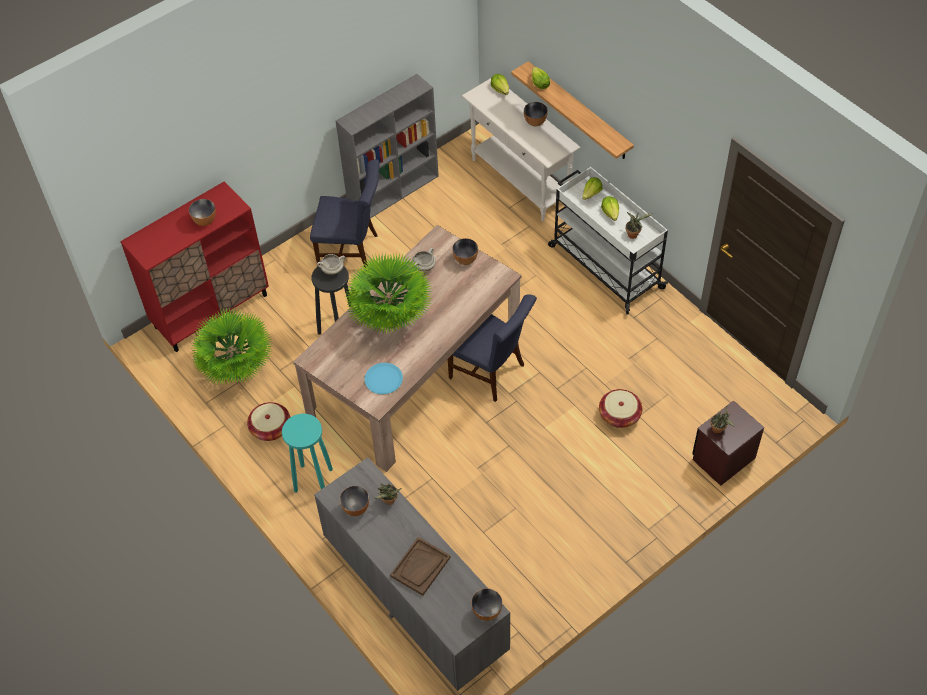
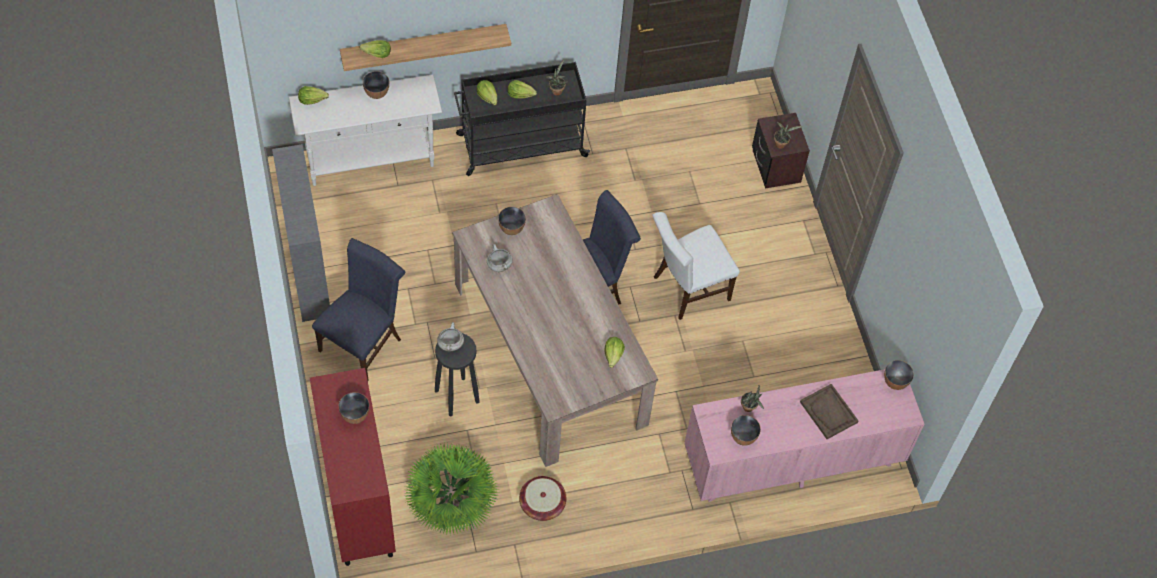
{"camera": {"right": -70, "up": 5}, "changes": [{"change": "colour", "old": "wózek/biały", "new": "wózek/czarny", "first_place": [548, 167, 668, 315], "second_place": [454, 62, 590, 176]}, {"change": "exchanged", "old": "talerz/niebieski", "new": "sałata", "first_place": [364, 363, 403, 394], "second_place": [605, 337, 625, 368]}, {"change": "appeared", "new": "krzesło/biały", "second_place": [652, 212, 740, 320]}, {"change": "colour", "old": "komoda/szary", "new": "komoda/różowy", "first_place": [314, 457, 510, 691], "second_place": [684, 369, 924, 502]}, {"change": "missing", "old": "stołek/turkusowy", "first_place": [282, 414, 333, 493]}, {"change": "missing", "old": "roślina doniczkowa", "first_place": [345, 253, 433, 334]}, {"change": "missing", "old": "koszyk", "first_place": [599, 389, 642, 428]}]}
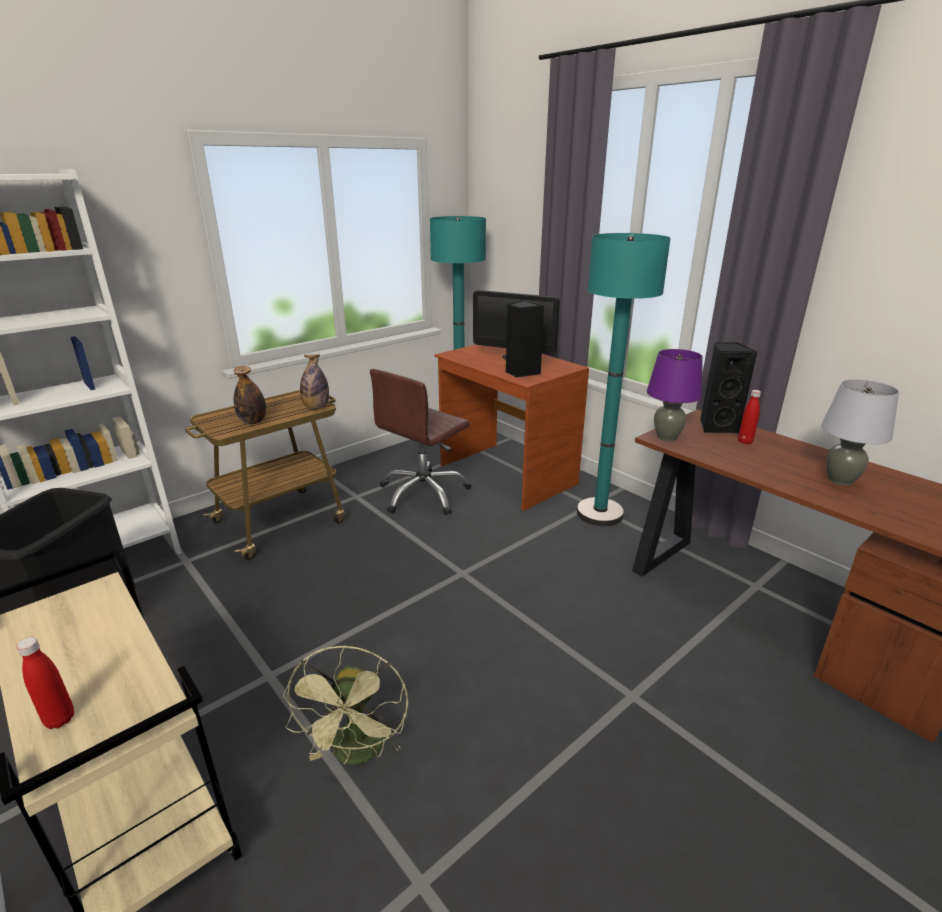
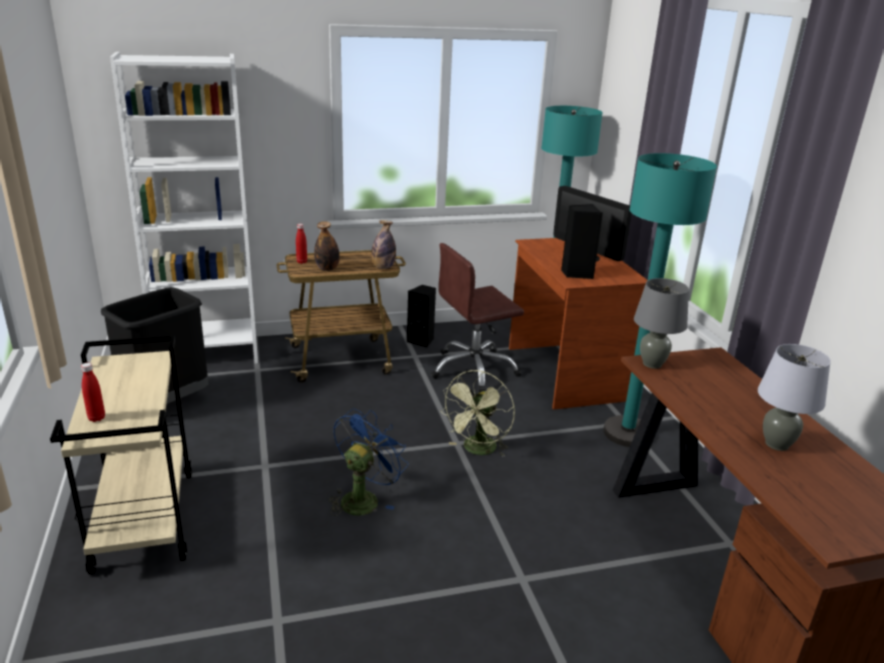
{"camera": {"right": 25, "up": 0}, "changes": [{"change": "relocated", "old": "butelka/czerwony", "first_place": [738, 390, 761, 444], "second_place": [296, 224, 307, 264]}, {"change": "appeared", "new": "wentylator/niebieski", "second_place": [329, 408, 408, 516]}, {"change": "relocated", "old": "głośnik/czarny", "first_place": [700, 343, 757, 434], "second_place": [407, 285, 436, 348]}, {"change": "relocated", "old": "wentylator/zielony", "first_place": [283, 645, 408, 765], "second_place": [440, 370, 515, 457]}, {"change": "colour", "old": "lampa stołowa/fioletowy", "new": "lampa stołowa/szary", "first_place": [647, 349, 703, 441], "second_place": [634, 278, 689, 369]}]}
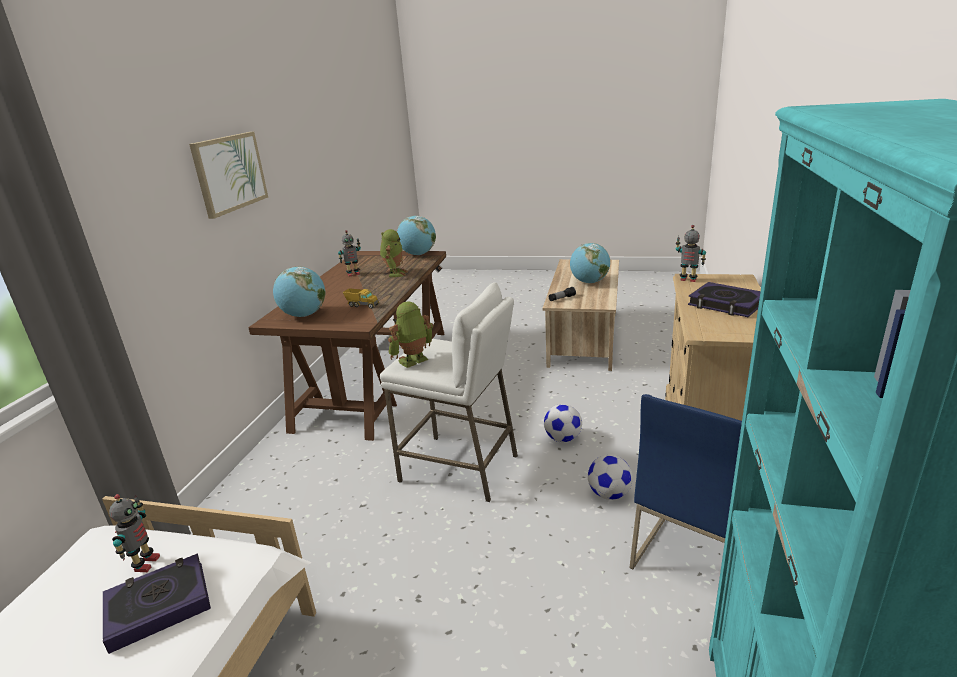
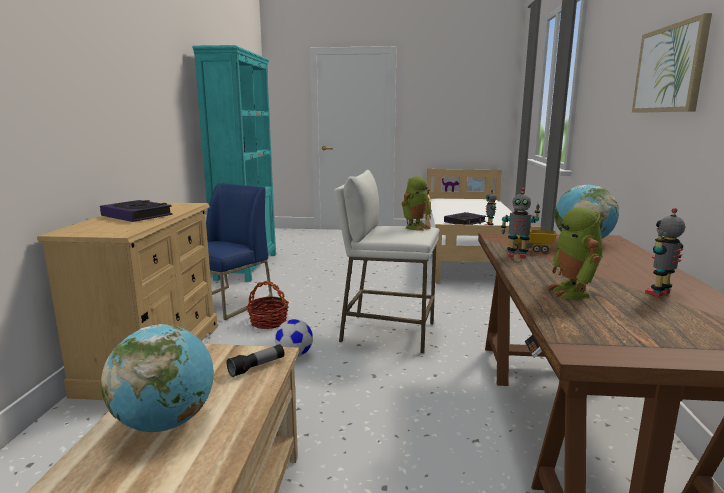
{"camera": {"right": 170, "up": -10}, "changes": [{"change": "exchanged", "old": "piłka futbolowa", "new": "koszyk", "first_place": [588, 455, 633, 500], "second_place": [246, 281, 289, 329]}, {"change": "relocated", "old": "robot zabawkowy", "first_place": [675, 225, 706, 282], "second_place": [501, 188, 540, 258]}, {"change": "missing", "old": "globus", "first_place": [397, 216, 436, 255]}]}
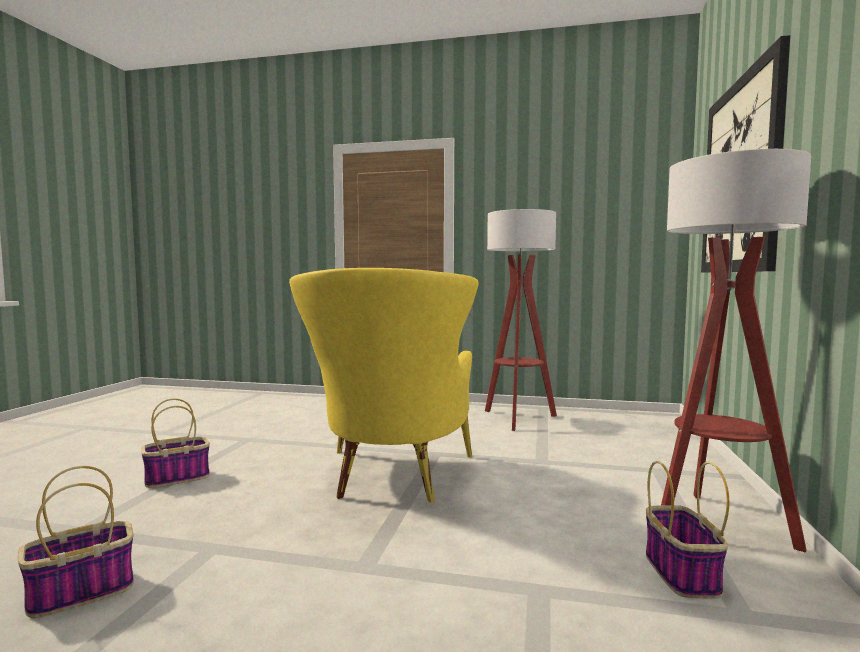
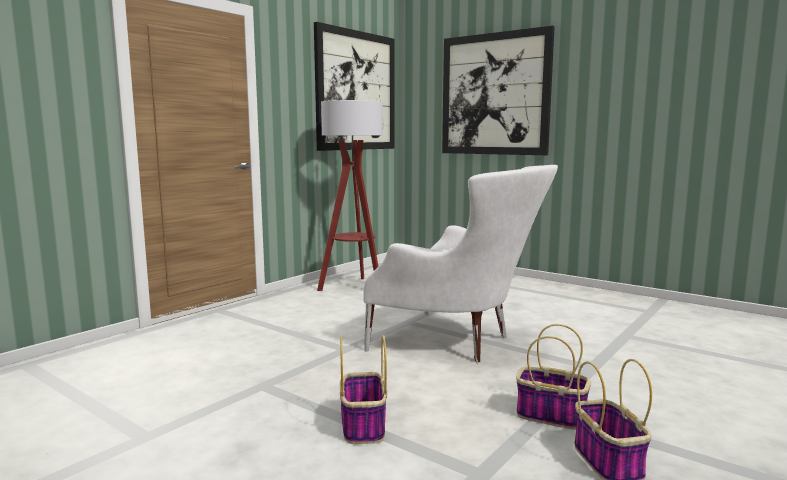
{"camera": {"right": -65, "up": 5}, "changes": [{"change": "appeared", "new": "obraz", "second_place": [314, 22, 394, 151]}, {"change": "colour", "old": "fotel/żółty", "new": "fotel/biały", "first_place": [289, 268, 479, 503], "second_place": [363, 165, 558, 362]}, {"change": "relocated", "old": "koszyk", "first_place": [646, 461, 729, 598], "second_place": [516, 324, 591, 430]}, {"change": "missing", "old": "lampa stojąca", "first_place": [661, 149, 811, 552]}]}
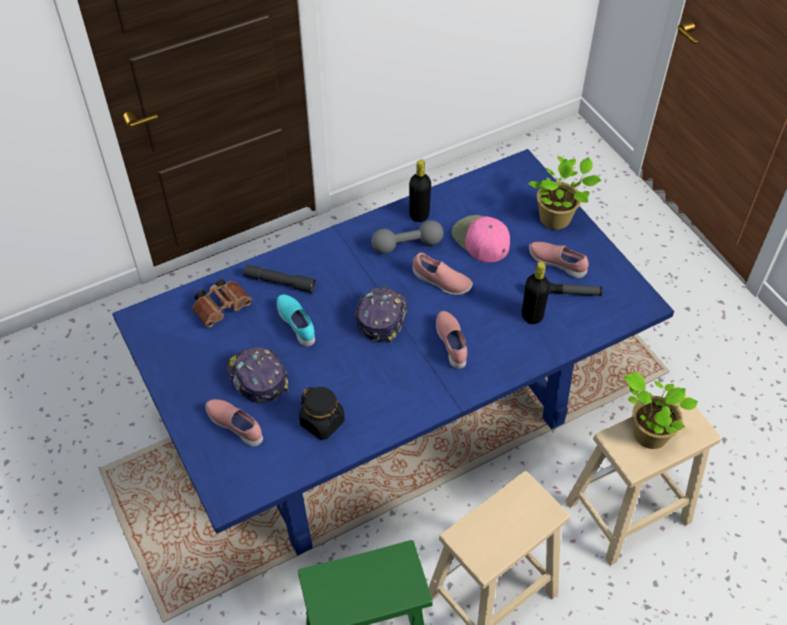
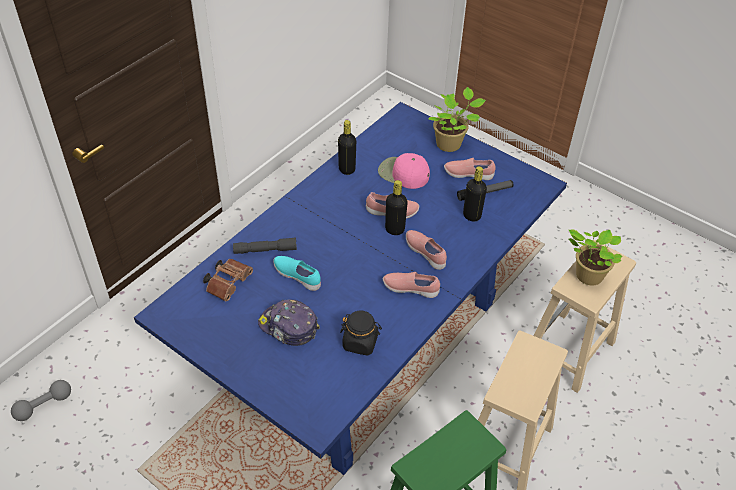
{"camera": {"right": -25, "up": -5}, "changes": [{"change": "relocated", "old": "hantel/szary", "first_place": [371, 220, 443, 254], "second_place": [11, 380, 71, 421]}, {"change": "relocated", "old": "but/różowy", "first_place": [205, 399, 263, 447], "second_place": [383, 272, 440, 298]}, {"change": "appeared", "new": "butelka/czarny", "second_place": [385, 180, 408, 235]}, {"change": "missing", "old": "czapka z daszkiem", "first_place": [355, 286, 407, 343]}]}
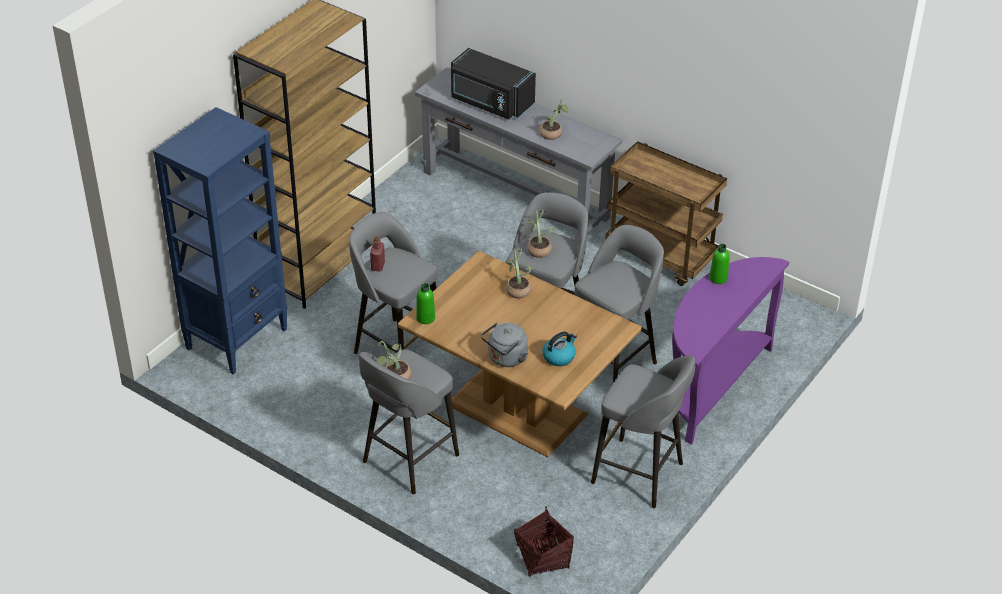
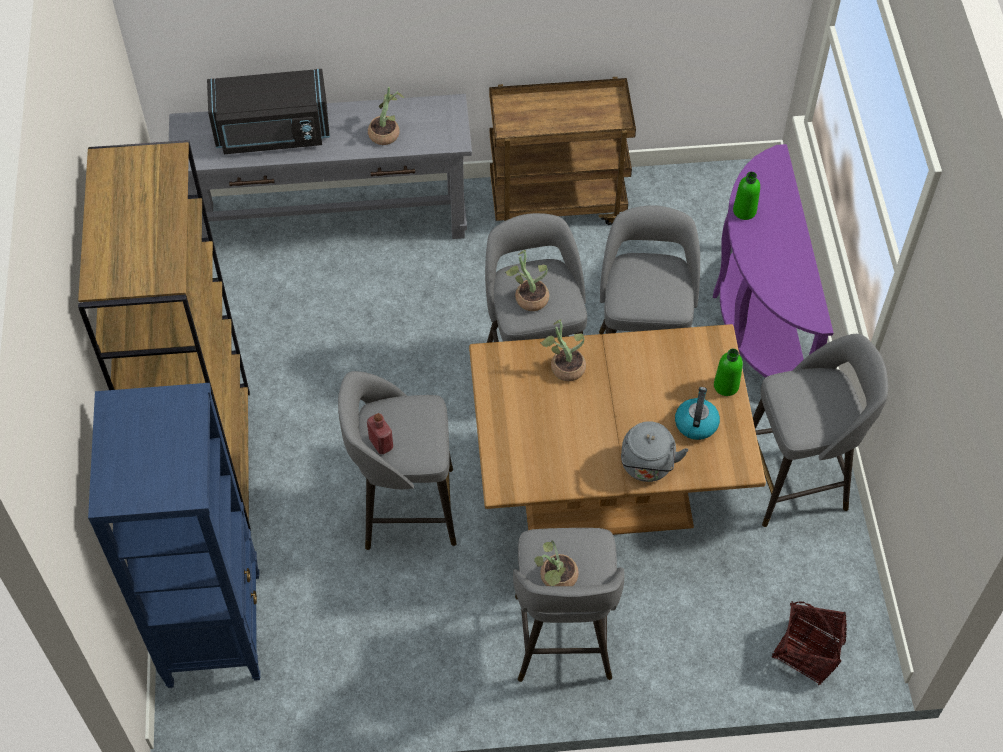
{"camera": {"right": -40, "up": 15}, "changes": [{"change": "relocated", "old": "butelka/zielony", "first_place": [416, 283, 435, 324], "second_place": [714, 349, 743, 396]}]}
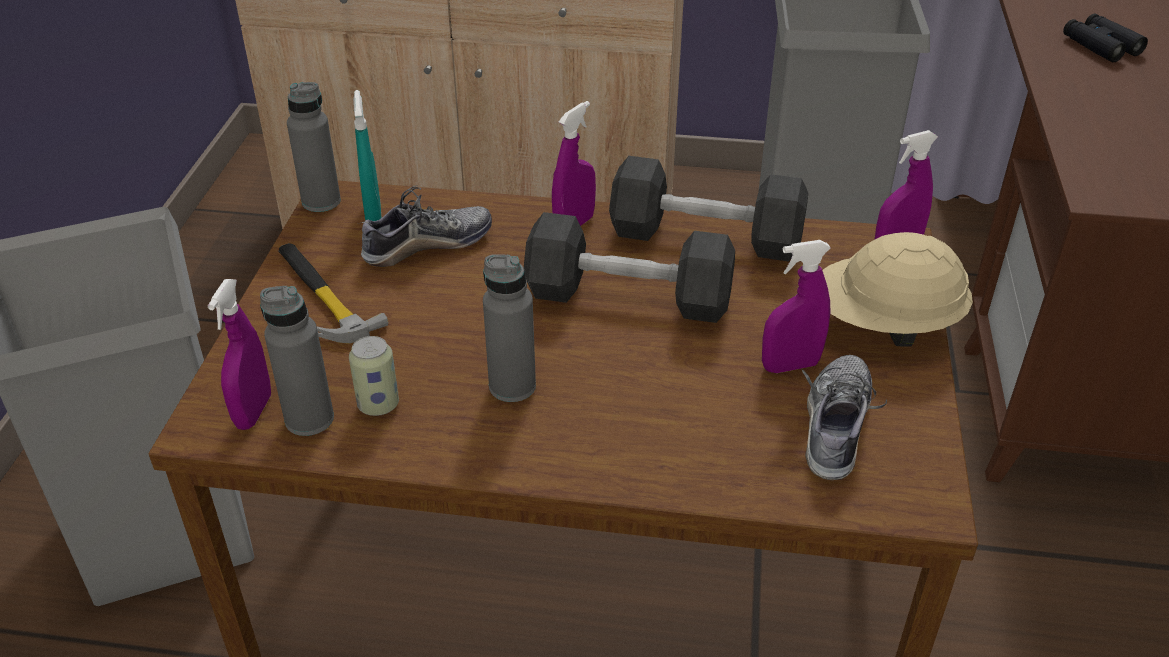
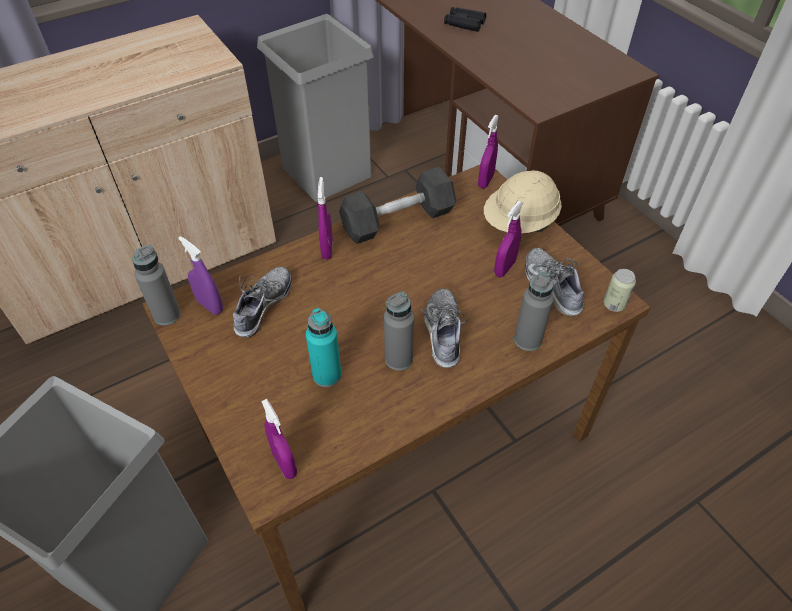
{"camera": {"right": -40, "up": 10}, "changes": [{"change": "colour", "old": "spryskiwacz/turkusowy", "new": "spryskiwacz/fioletowy", "first_place": [353, 90, 382, 221], "second_place": [178, 236, 223, 315]}, {"change": "appeared", "new": "butelka/turkusowy", "second_place": [306, 308, 342, 387]}, {"change": "appeared", "new": "but", "second_place": [420, 288, 470, 368]}, {"change": "relocated", "old": "butelka/szary", "first_place": [260, 286, 334, 436], "second_place": [514, 272, 554, 351]}, {"change": "relocated", "old": "puszka", "first_place": [349, 336, 399, 416], "second_place": [604, 269, 636, 312]}, {"change": "missing", "old": "młotek", "first_place": [278, 243, 388, 344]}, {"change": "missing", "old": "hantel/czarny", "first_place": [524, 212, 735, 323]}]}
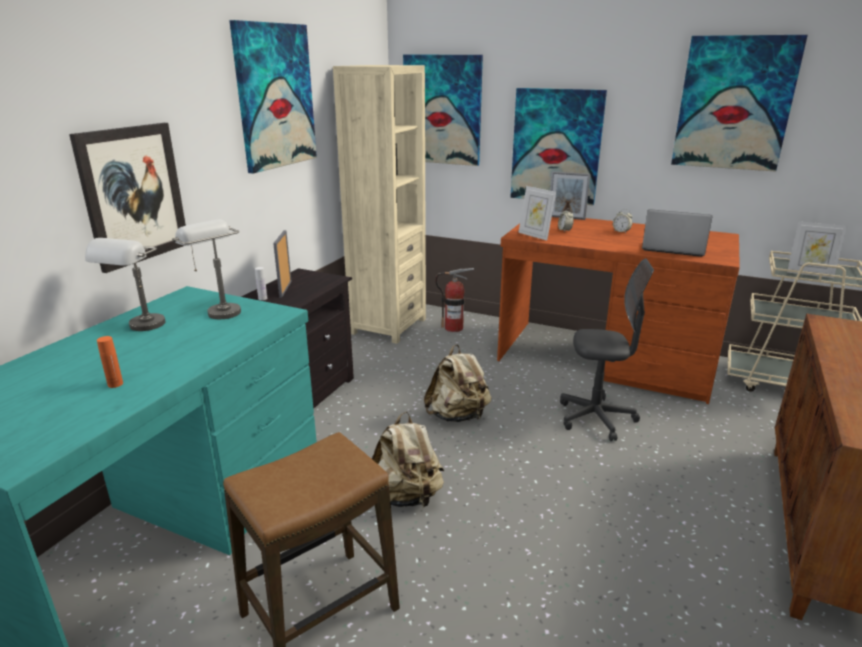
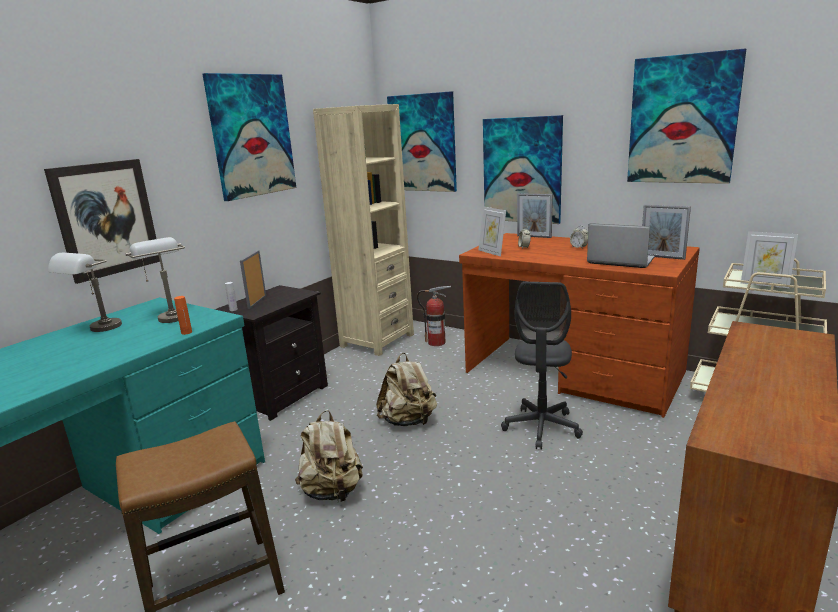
{"camera": {"right": 10, "up": -5}, "changes": [{"change": "relocated", "old": "butelka/pomarańczowy", "first_place": [97, 336, 123, 388], "second_place": [174, 296, 192, 335]}, {"change": "spun", "old": "krzesło biurowe/szary", "first_place": [560, 259, 654, 441], "second_place": [501, 282, 583, 450], "degrees": 90}, {"change": "appeared", "new": "ramka na zdjęcie", "second_place": [642, 205, 691, 260]}]}
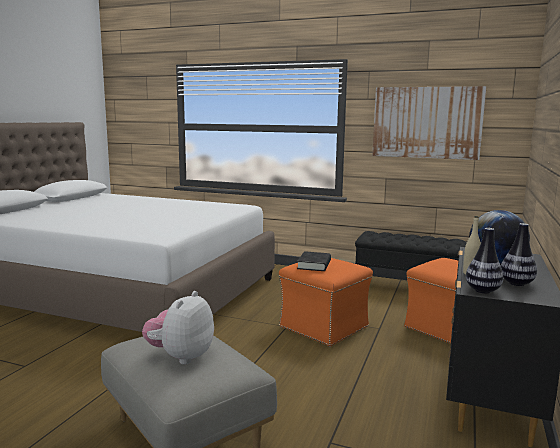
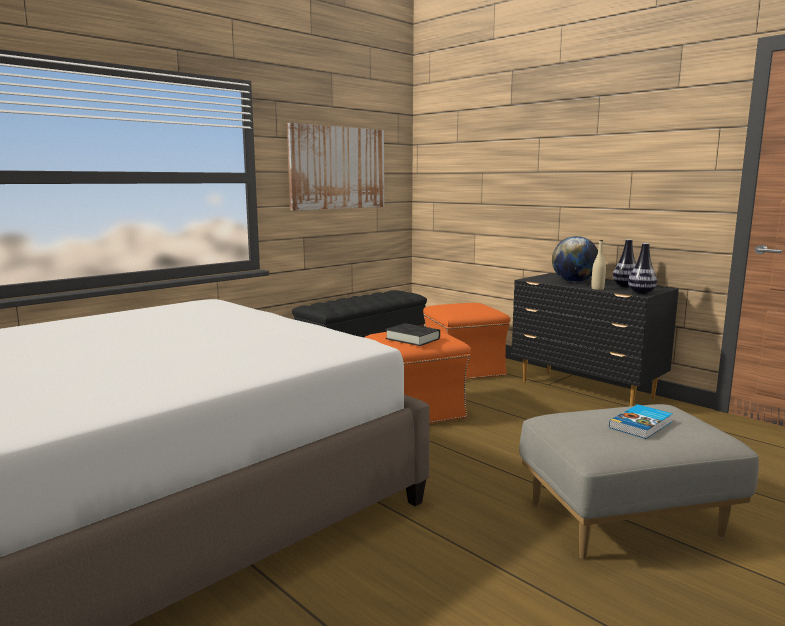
{"camera": {"right": -65, "up": 0}, "changes": [{"change": "exchanged", "old": "pluszak", "new": "książka", "first_place": [142, 291, 214, 365], "second_place": [609, 404, 673, 439]}]}
